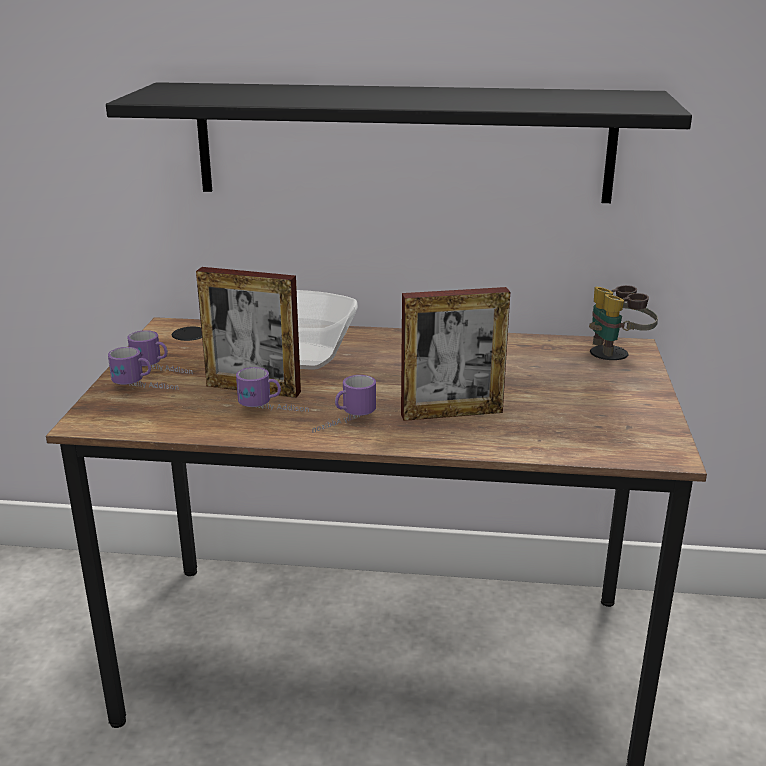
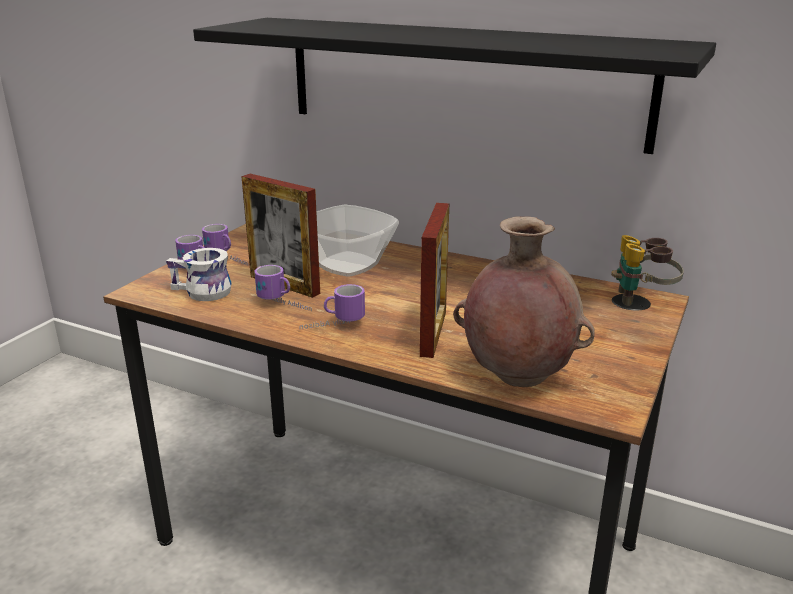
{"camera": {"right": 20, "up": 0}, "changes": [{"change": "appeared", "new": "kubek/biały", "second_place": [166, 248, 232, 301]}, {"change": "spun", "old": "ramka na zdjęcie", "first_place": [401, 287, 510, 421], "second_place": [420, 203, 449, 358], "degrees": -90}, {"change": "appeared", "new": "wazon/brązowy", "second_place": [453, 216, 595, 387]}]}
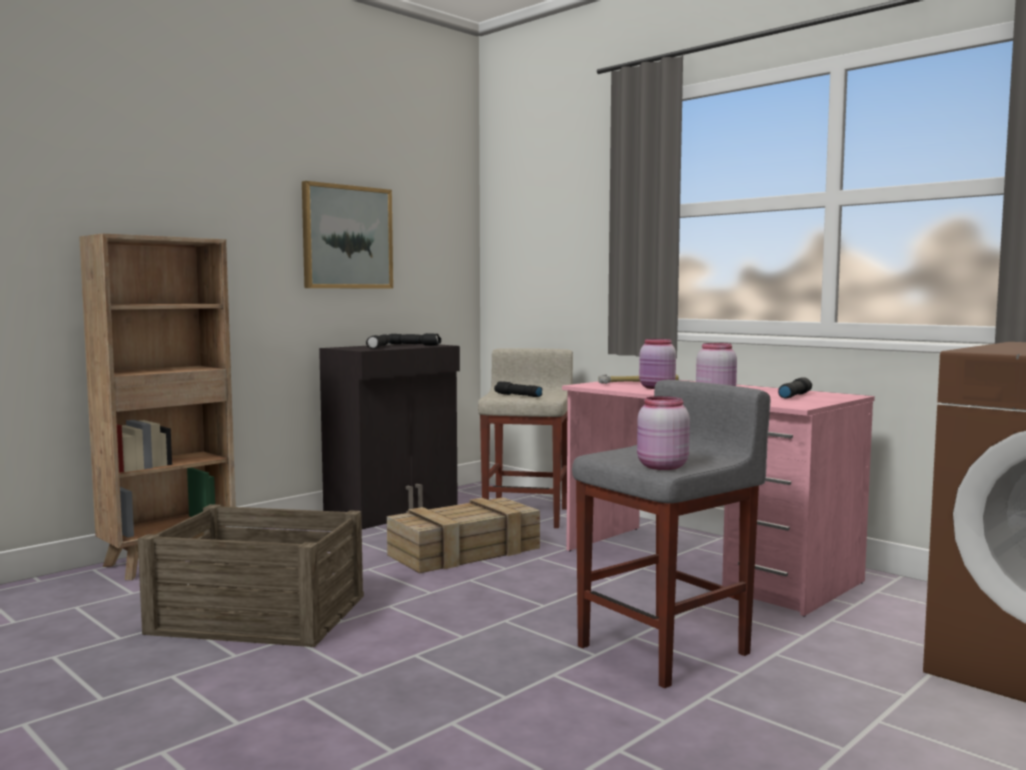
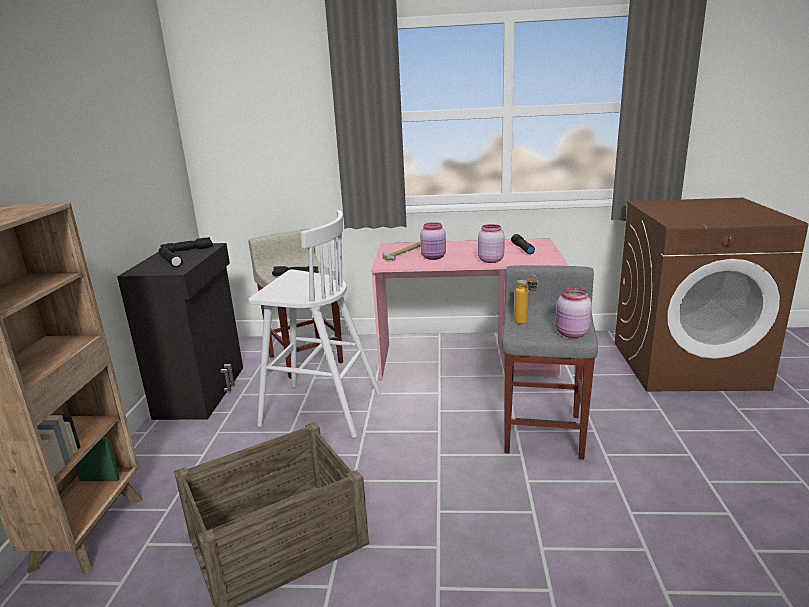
{"camera": {"right": -40, "up": 15}, "changes": [{"change": "exchanged", "old": "skrzynka", "new": "stołek/biały", "first_place": [387, 497, 540, 574], "second_place": [248, 210, 381, 438]}, {"change": "appeared", "new": "butelka", "second_place": [514, 274, 538, 324]}, {"change": "missing", "old": "obraz", "first_place": [302, 181, 393, 289]}]}
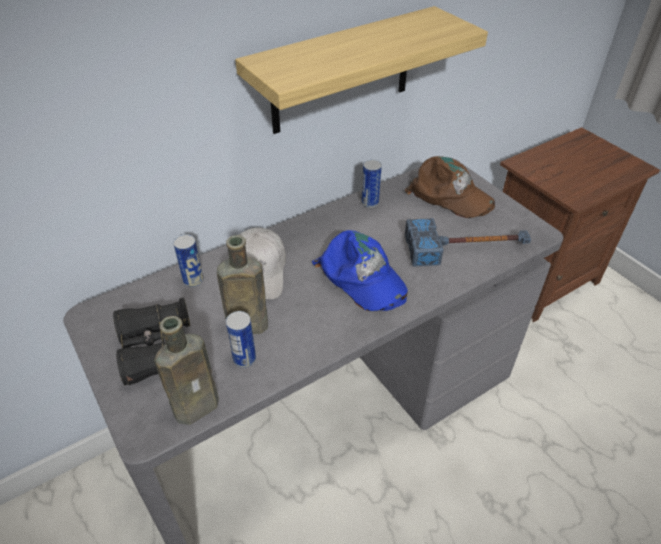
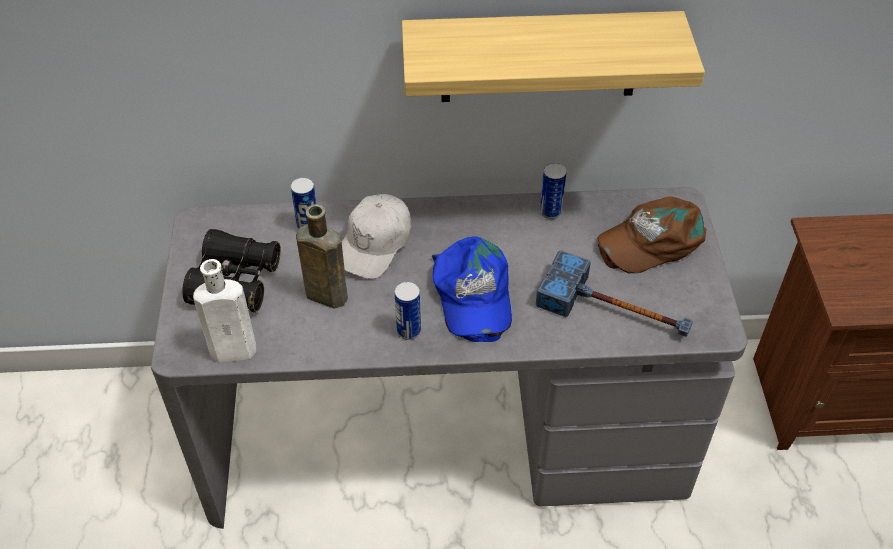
{"camera": {"right": 30, "up": 5}, "changes": [{"change": "colour", "old": "butelka/brązowy", "new": "butelka/biały", "first_place": [154, 316, 219, 425], "second_place": [193, 259, 256, 363]}, {"change": "relocated", "old": "puszka", "first_place": [226, 311, 256, 368], "second_place": [394, 281, 421, 340]}, {"change": "spun", "old": "czapka z daszkiem/brązowy", "first_place": [405, 156, 495, 218], "second_place": [597, 197, 707, 273], "degrees": 90}]}
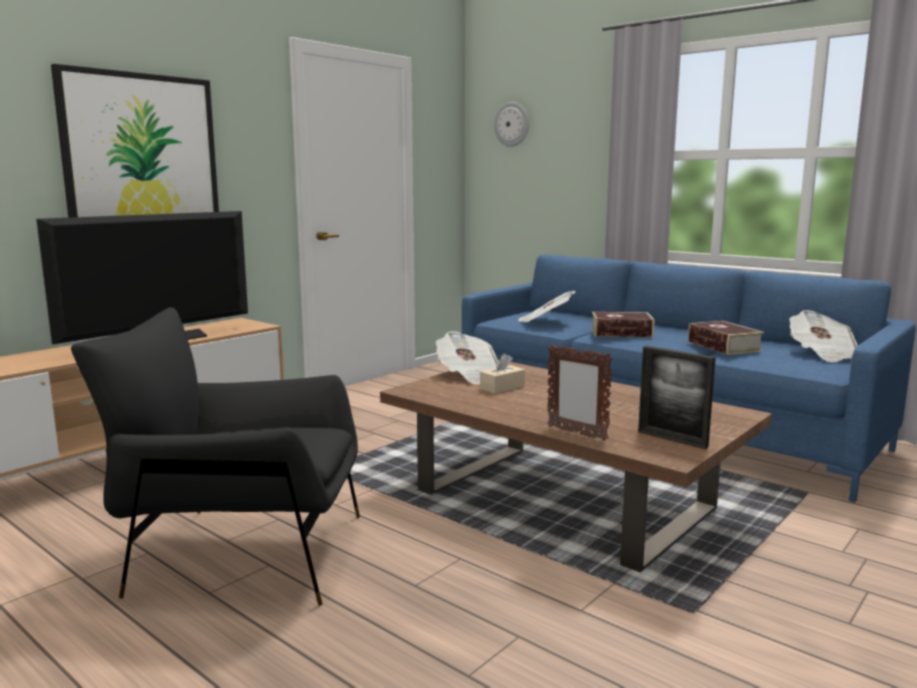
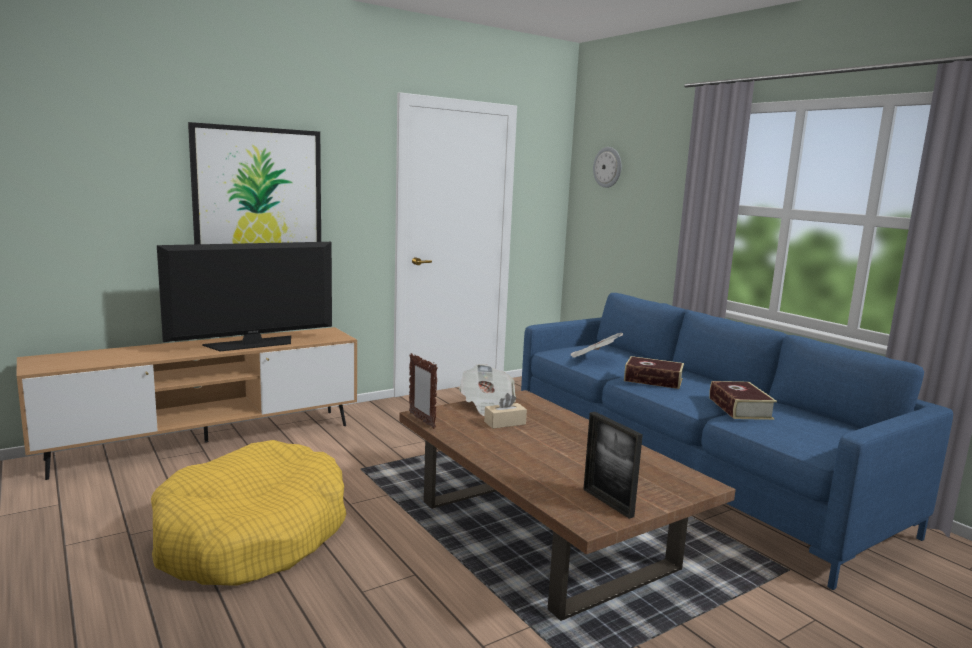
{"camera": {"right": 15, "up": 0}, "changes": [{"change": "exchanged", "old": "fotel/czarny", "new": "legowisko/żółty", "first_place": [71, 307, 360, 606], "second_place": [151, 440, 346, 586]}, {"change": "relocated", "old": "ramka na zdjęcie", "first_place": [547, 345, 613, 441], "second_place": [409, 353, 438, 429]}, {"change": "missing", "old": "gazeta", "first_place": [789, 310, 858, 362]}]}
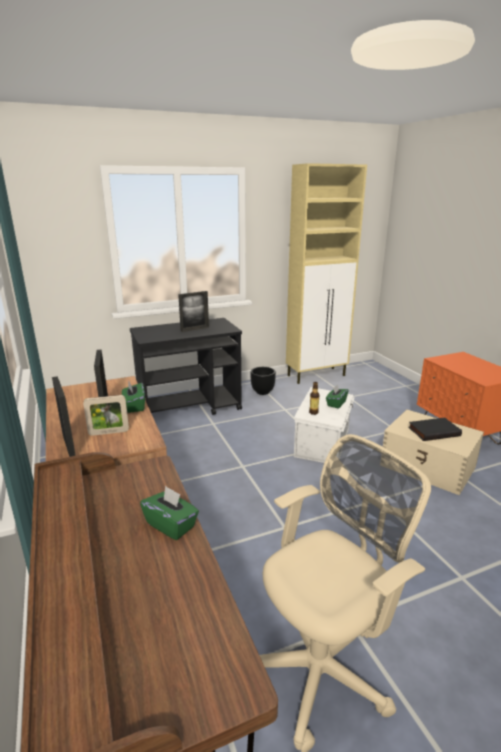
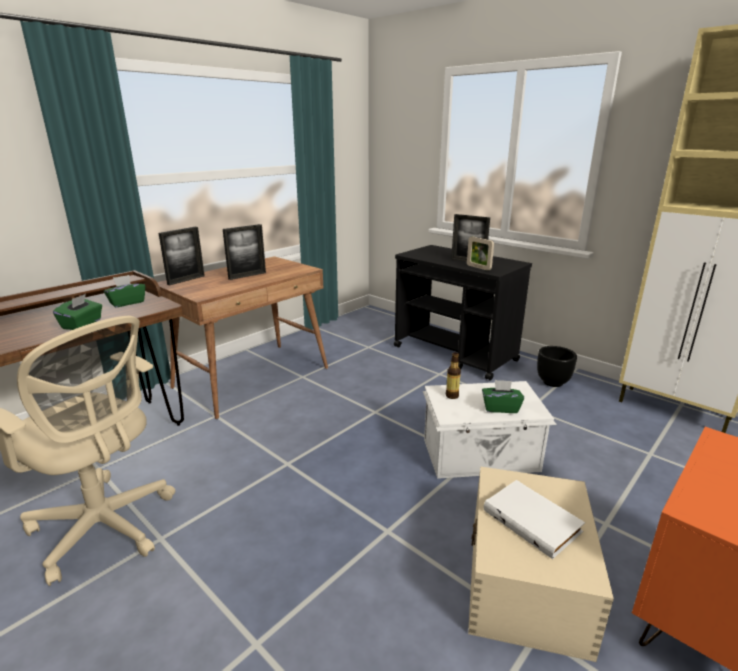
{"camera": {"right": 65, "up": 0}, "changes": [{"change": "relocated", "old": "pudełko chusteczek/zielony", "first_place": [122, 382, 145, 413], "second_place": [104, 275, 145, 308]}, {"change": "relocated", "old": "ramka na zdjęcie", "first_place": [83, 395, 129, 436], "second_place": [467, 237, 494, 271]}, {"change": "colour", "old": "książka/czarny", "new": "książka/biały", "first_place": [408, 417, 462, 441], "second_place": [484, 480, 585, 559]}]}
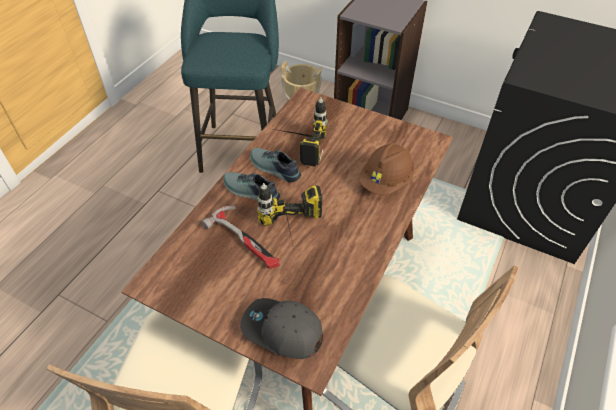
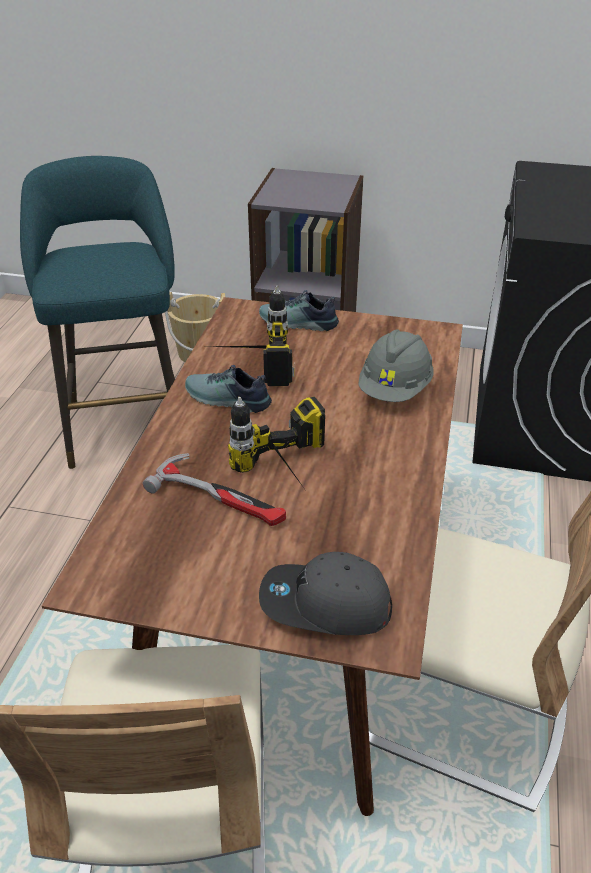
{"camera": {"right": -15, "up": -10}, "changes": [{"change": "relocated", "old": "but", "first_place": [223, 172, 280, 201], "second_place": [259, 290, 339, 331]}, {"change": "colour", "old": "kask/brązowy", "new": "kask/szary", "first_place": [359, 143, 414, 195], "second_place": [358, 329, 434, 402]}]}
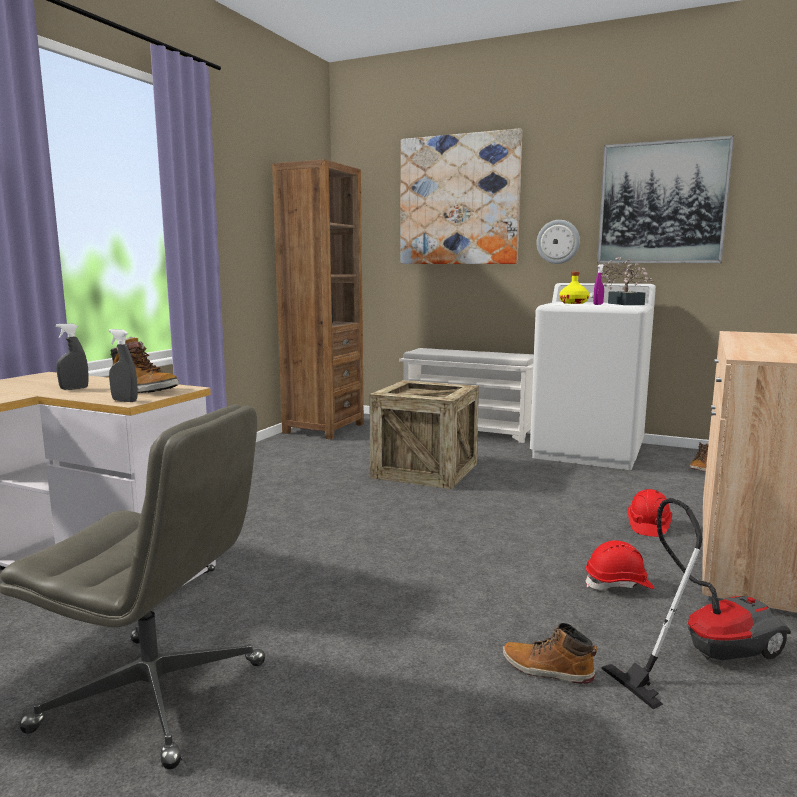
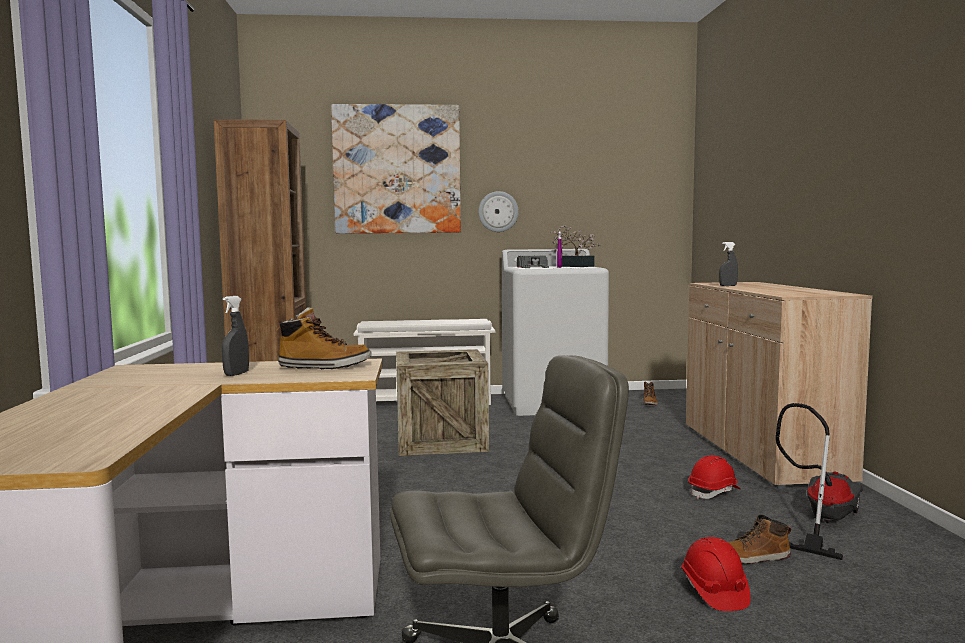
{"camera": {"right": -30, "up": -5}, "changes": [{"change": "exchanged", "old": "butelka/żółty", "new": "czapka z daszkiem/szary", "first_place": [559, 272, 589, 304], "second_place": [517, 255, 549, 268]}, {"change": "relocated", "old": "kask/czerwony", "first_place": [628, 489, 672, 537], "second_place": [681, 537, 751, 611]}, {"change": "relocated", "old": "spryskiwacz/szary", "first_place": [108, 329, 138, 402], "second_place": [719, 242, 738, 286]}, {"change": "missing", "old": "obraz", "first_place": [597, 135, 734, 263]}]}
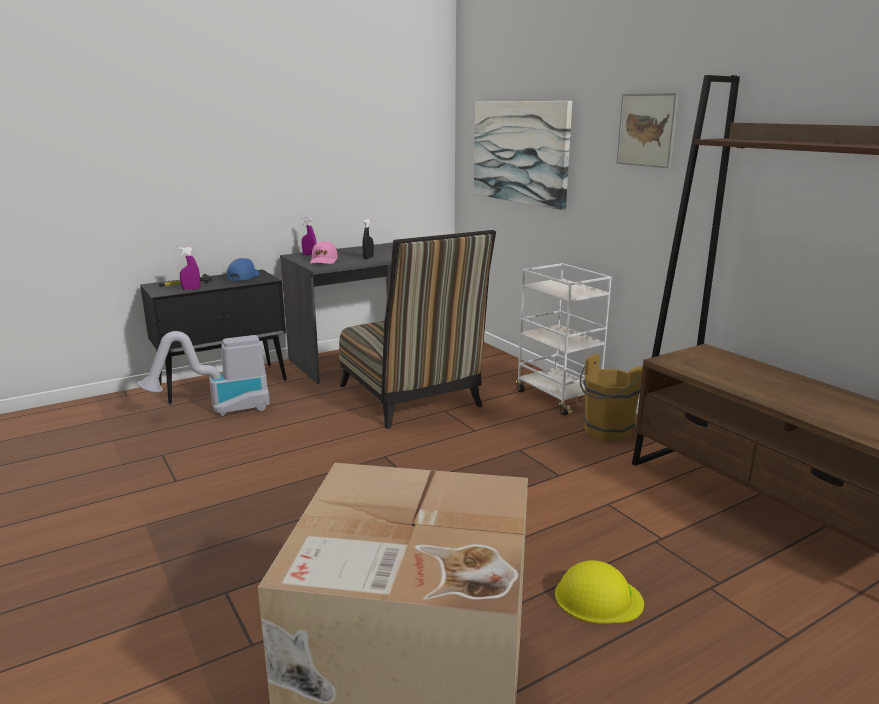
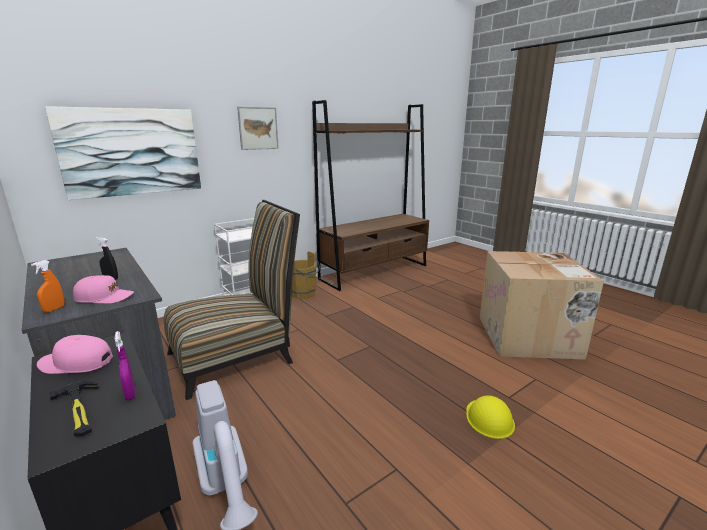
{"camera": {"right": -95, "up": 0}, "changes": [{"change": "colour", "old": "spryskiwacz/fioletowy", "new": "spryskiwacz/pomarańczowy", "first_place": [301, 217, 316, 256], "second_place": [31, 260, 65, 313]}, {"change": "colour", "old": "czapka z daszkiem/niebieski", "new": "czapka z daszkiem/różowy", "first_place": [227, 258, 259, 281], "second_place": [37, 335, 113, 374]}, {"change": "relocated", "old": "kask/żółty", "first_place": [555, 560, 644, 624], "second_place": [466, 395, 515, 439]}]}
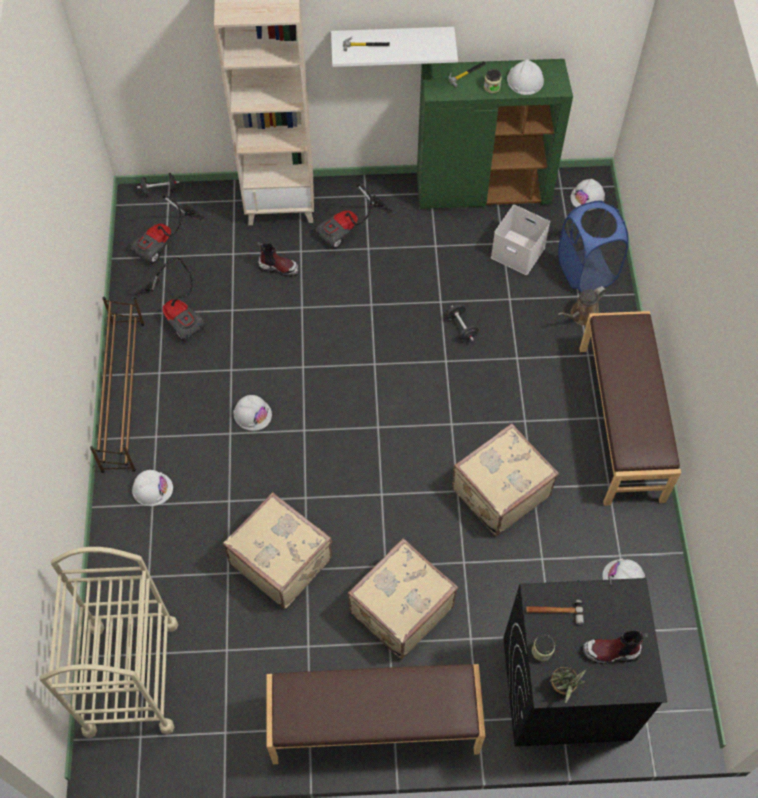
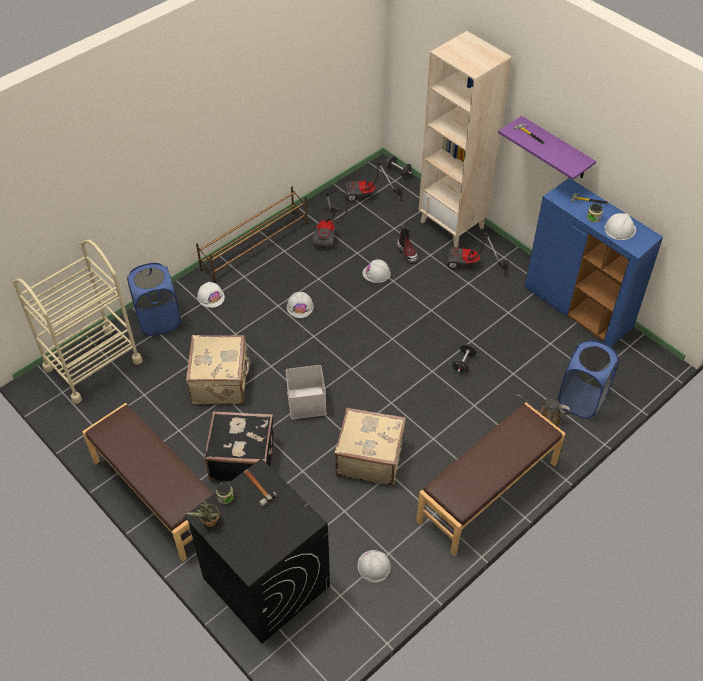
{"camera": {"right": 50, "up": -10}, "changes": [{"change": "appeared", "new": "kosz na pranie/niebieski", "second_place": [127, 263, 181, 336]}, {"change": "colour", "old": "walizka/beżowy", "new": "walizka/czarny", "first_place": [347, 538, 458, 659], "second_place": [204, 411, 274, 481]}, {"change": "relocated", "old": "pojemnik do przechowywania/biały", "first_place": [491, 205, 550, 275], "second_place": [286, 365, 327, 419]}, {"change": "relocated", "old": "kask/biały", "first_place": [571, 179, 605, 207], "second_place": [362, 259, 391, 283]}, {"change": "colour", "old": "półka/biały", "new": "półka/fioletowy", "first_place": [331, 27, 458, 67], "second_place": [498, 116, 596, 180]}, {"change": "colour", "old": "szafka/zielony", "new": "szafka/niebieski", "first_place": [417, 59, 573, 209], "second_place": [525, 178, 663, 347]}, {"change": "missing", "old": "but z cholewką", "first_place": [582, 631, 648, 664]}]}
